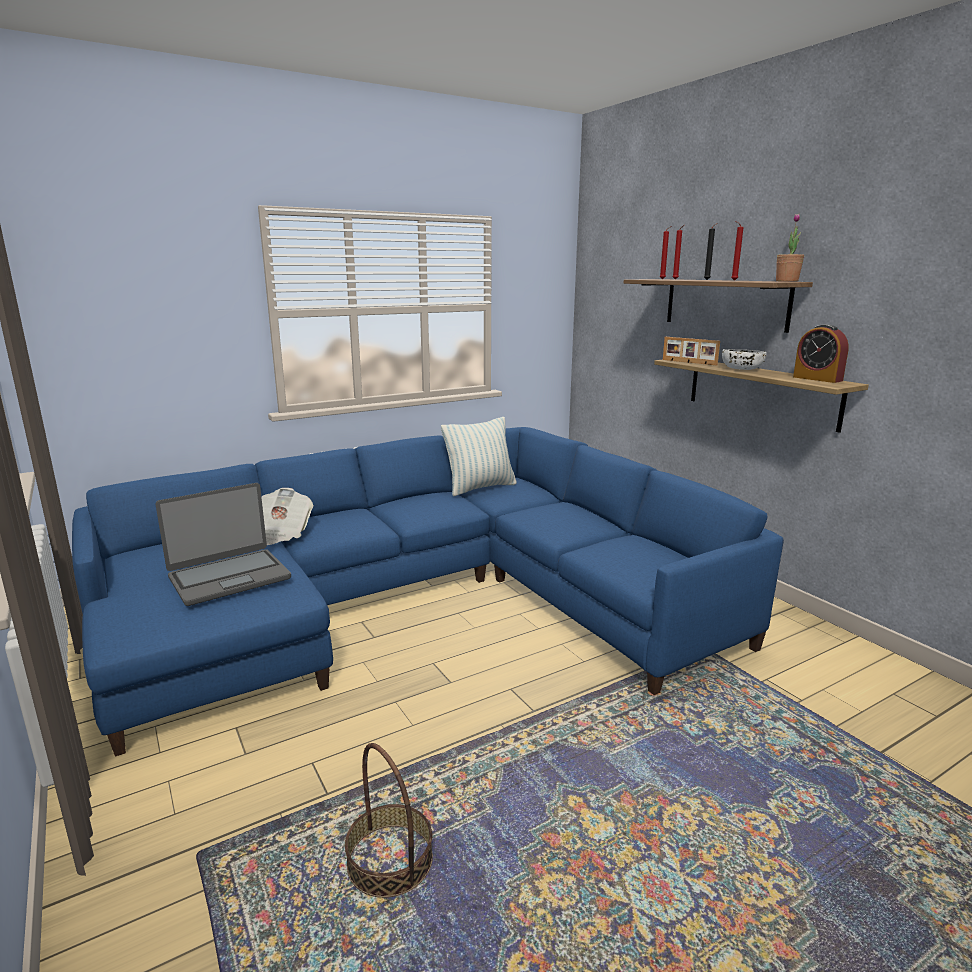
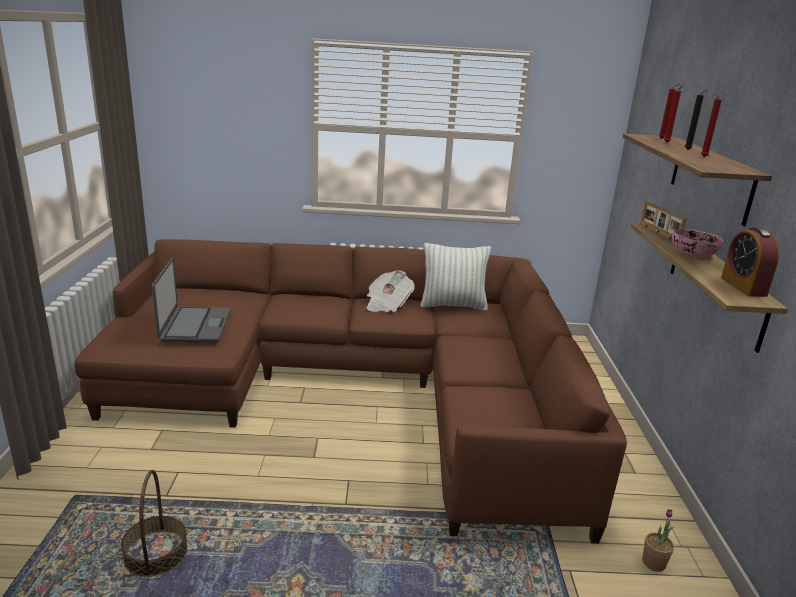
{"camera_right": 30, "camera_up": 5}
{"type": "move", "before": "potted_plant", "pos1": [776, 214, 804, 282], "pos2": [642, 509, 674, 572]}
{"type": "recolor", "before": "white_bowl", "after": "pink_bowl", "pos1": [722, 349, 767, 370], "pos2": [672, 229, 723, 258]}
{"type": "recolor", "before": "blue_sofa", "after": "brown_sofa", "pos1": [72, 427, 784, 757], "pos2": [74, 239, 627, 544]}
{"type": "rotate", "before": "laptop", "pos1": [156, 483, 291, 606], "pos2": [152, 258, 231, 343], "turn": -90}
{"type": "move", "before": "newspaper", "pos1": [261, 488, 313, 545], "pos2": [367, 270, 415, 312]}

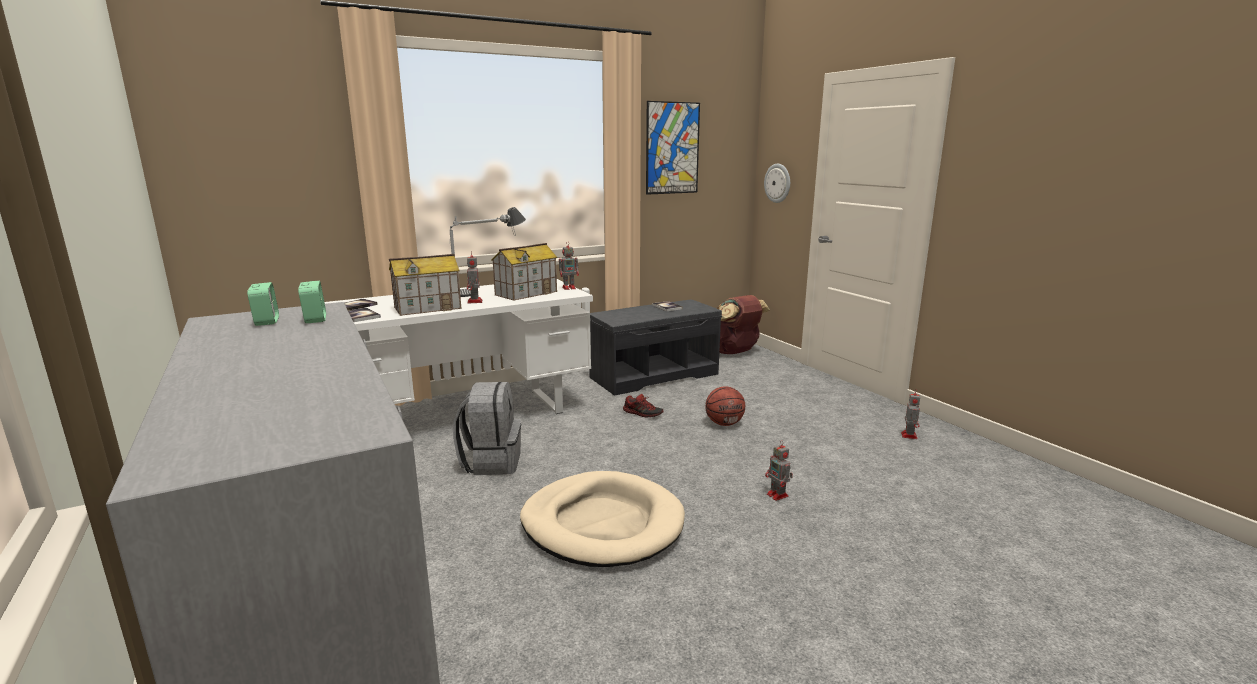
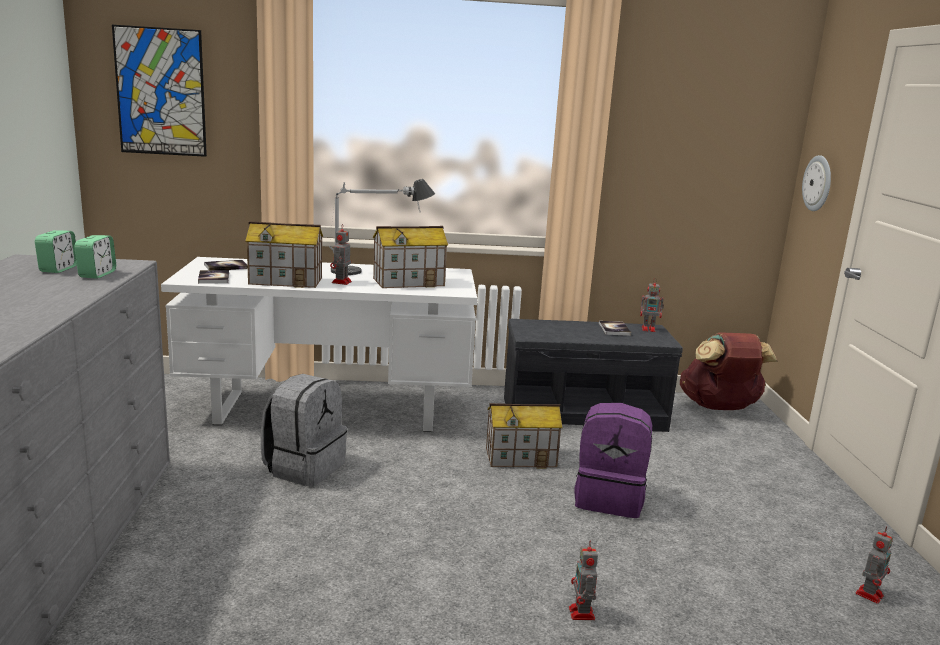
{"camera_right": 25, "camera_up": 0}
{"type": "move", "before": "picture", "pos1": [646, 101, 700, 195], "pos2": [112, 25, 207, 157]}
{"type": "move", "before": "toy_robot", "pos1": [559, 241, 579, 290], "pos2": [640, 278, 664, 332]}
{"type": "replace", "before": "basketball", "after": "purple_backpack", "pos1": [706, 386, 745, 426], "pos2": [575, 403, 652, 518]}
{"type": "replace", "before": "shoe", "after": "toy_house", "pos1": [623, 394, 664, 417], "pos2": [486, 403, 563, 468]}
{"type": "delete", "before": "beige_dog_bed", "pos1": [520, 471, 685, 567]}

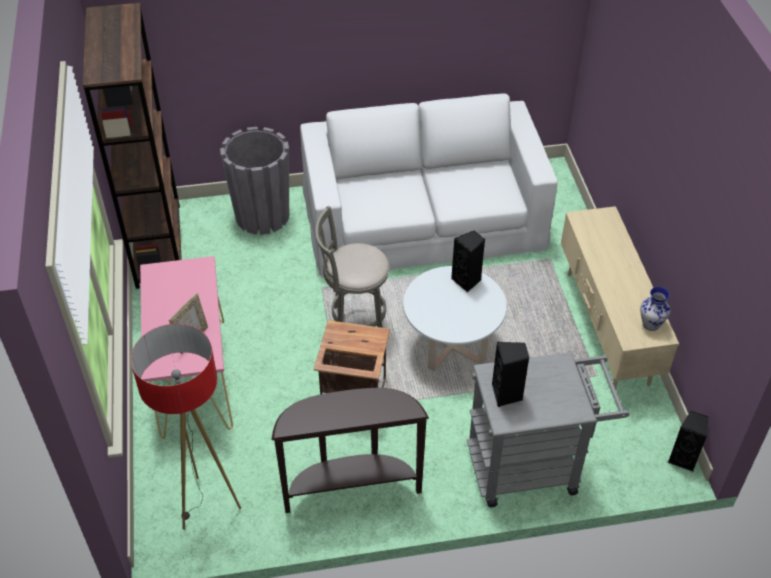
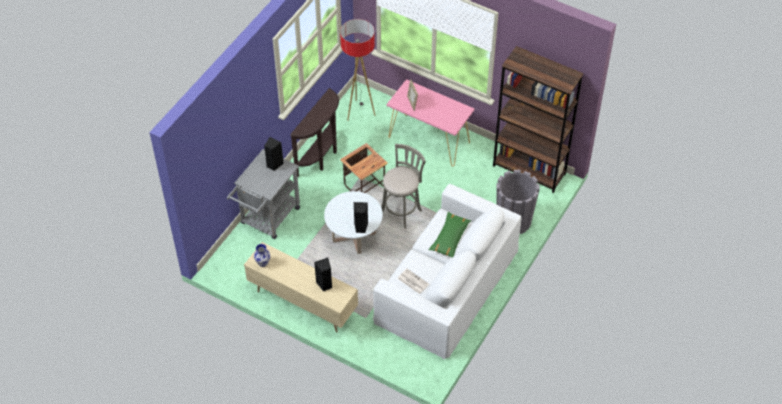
{"camera_right": 130, "camera_up": 5}
{"type": "move", "before": "black_speaker", "pos1": [668, 411, 708, 472], "pos2": [314, 258, 332, 292]}
{"type": "insert", "after": "green_pillow", "pos2": [429, 212, 471, 258]}
{"type": "insert", "after": "newspaper", "pos2": [398, 269, 429, 294]}

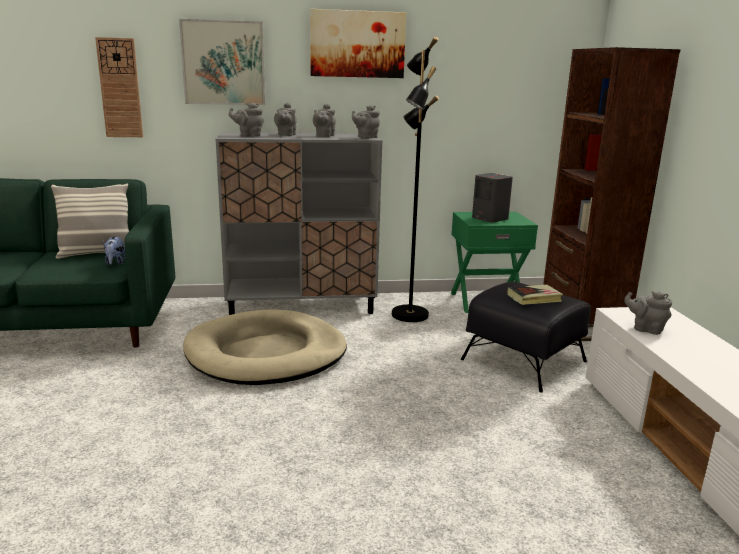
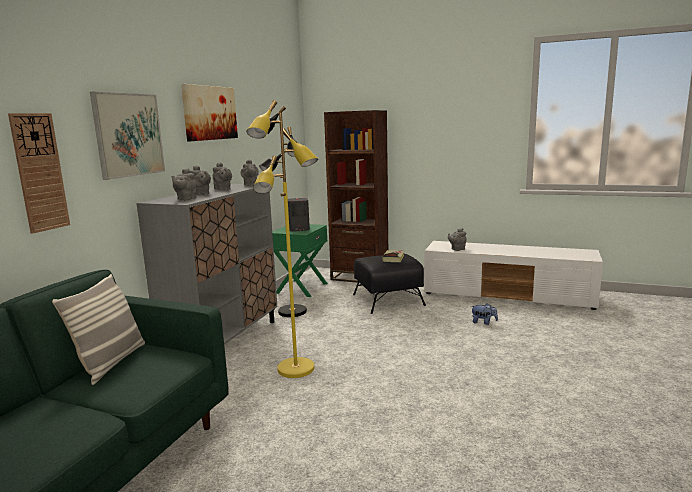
{"camera_right": -60, "camera_up": -5}
{"type": "move", "before": "plush_toy", "pos1": [104, 236, 126, 265], "pos2": [471, 303, 498, 325]}
{"type": "replace", "before": "beige_dog_bed", "after": "yellow_floor_lamp", "pos1": [183, 309, 347, 385], "pos2": [246, 100, 318, 378]}

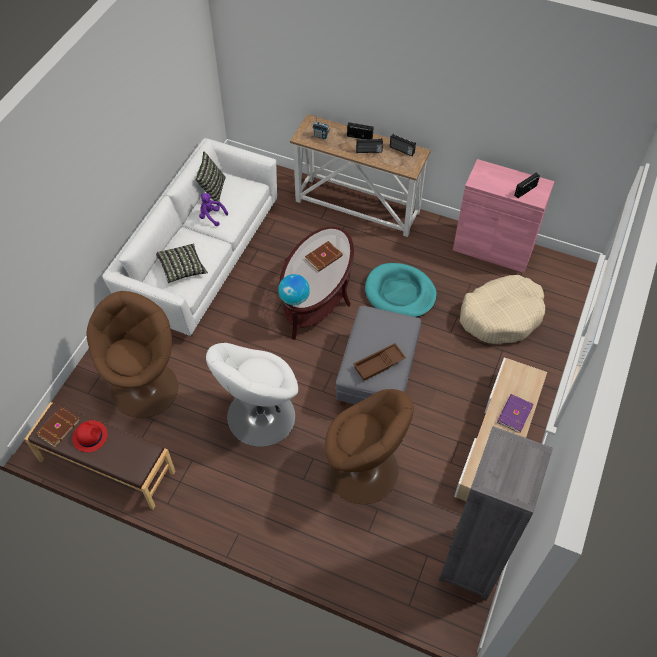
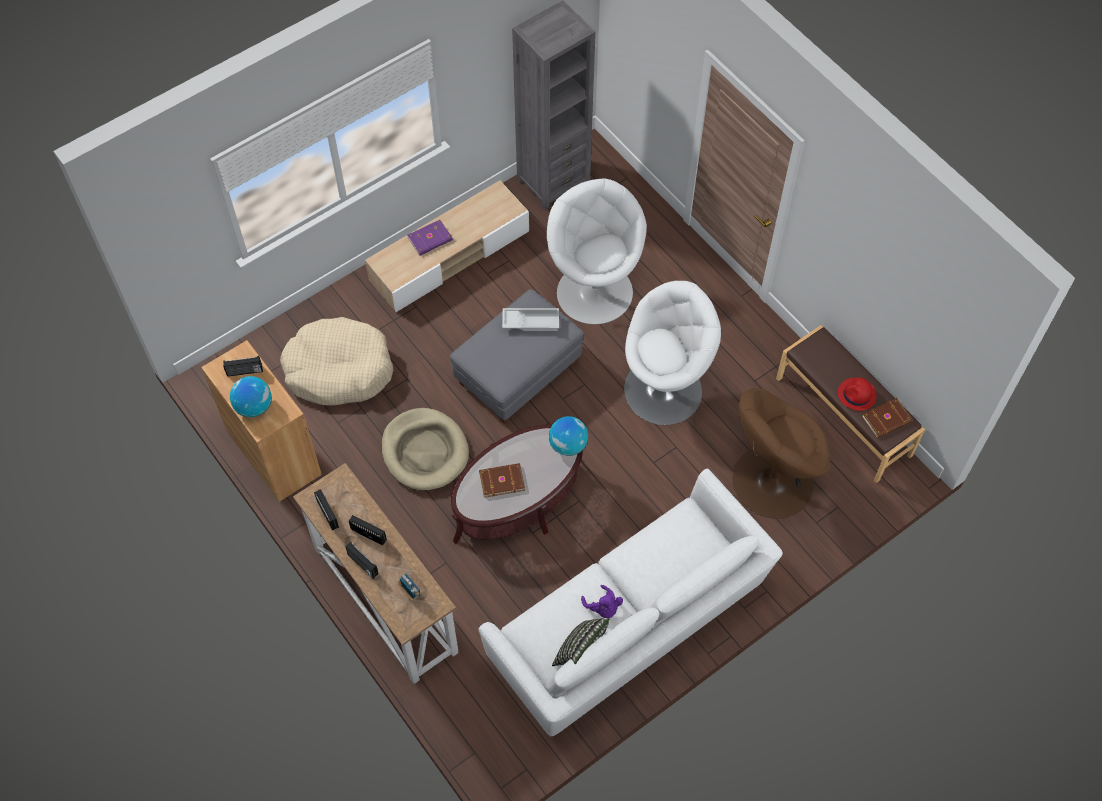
{"camera_right": -150, "camera_up": 5}
{"type": "recolor", "before": "pink_cabinet", "after": "brown_cabinet", "pos1": [453, 159, 555, 273], "pos2": [201, 340, 322, 502]}
{"type": "delete", "before": "pillow", "pos1": [156, 244, 208, 283]}
{"type": "recolor", "before": "turquoise_dog_bed", "after": "beige_dog_bed", "pos1": [365, 263, 437, 317], "pos2": [382, 408, 469, 491]}
{"type": "recolor", "before": "brown_tray", "after": "white_tray", "pos1": [353, 343, 406, 381], "pos2": [502, 308, 559, 331]}
{"type": "recolor", "before": "brown_armchair", "after": "white_armchair", "pos1": [325, 389, 414, 504], "pos2": [547, 178, 647, 324]}
{"type": "insert", "after": "globe", "pos2": [230, 376, 272, 417]}

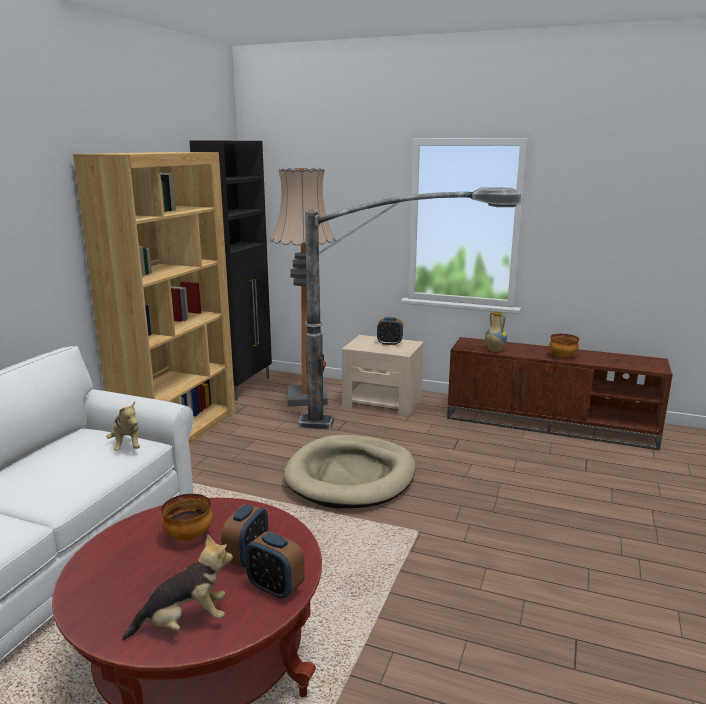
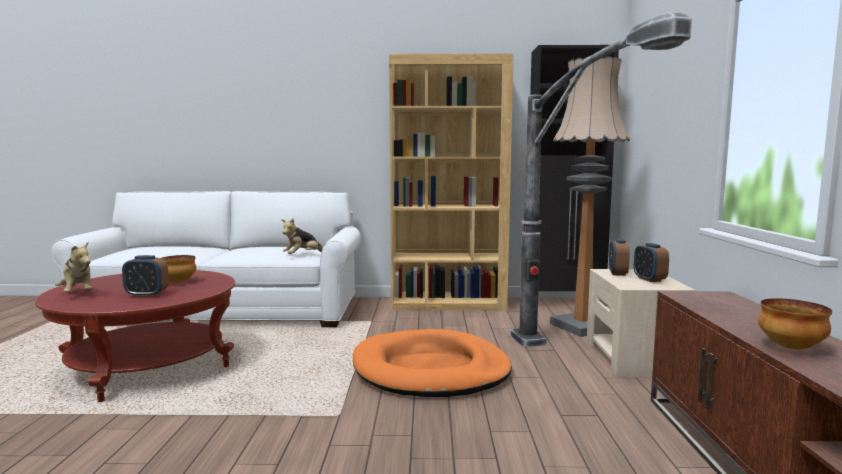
{"camera_right": 70, "camera_up": -10}
{"type": "delete", "before": "vase", "pos1": [485, 311, 507, 352]}
{"type": "recolor", "before": "beige_dog_bed", "after": "orange_dog_bed", "pos1": [284, 435, 416, 508], "pos2": [353, 329, 512, 397]}
{"type": "move", "before": "alarm_clock", "pos1": [245, 532, 305, 600], "pos2": [609, 239, 630, 276]}

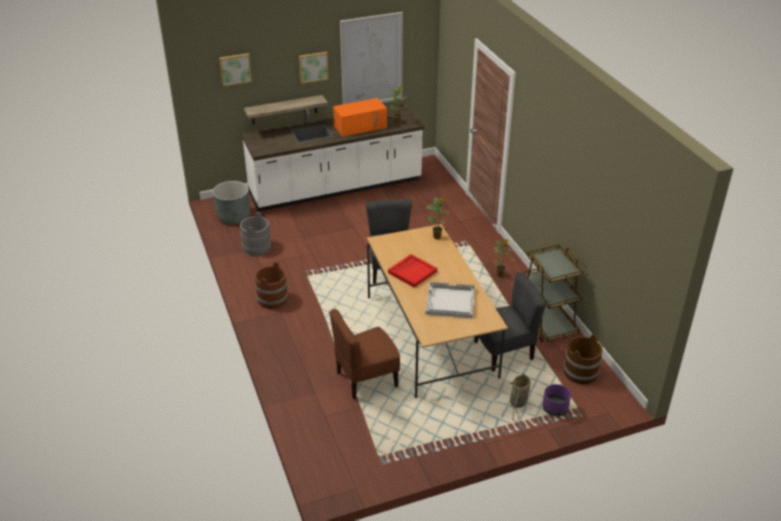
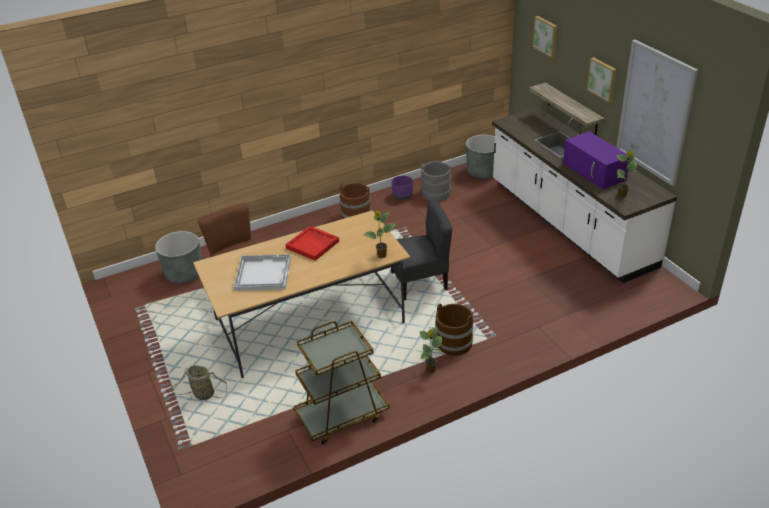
{"camera_right": 85, "camera_up": 0}
{"type": "recolor", "before": "orange_microwave", "after": "purple_microwave", "pos1": [333, 98, 387, 137], "pos2": [563, 132, 630, 189]}
{"type": "delete", "before": "grey_chair", "pos1": [474, 272, 546, 372]}
{"type": "move", "before": "brown_bucket", "pos1": [564, 334, 603, 384], "pos2": [435, 303, 474, 356]}
{"type": "move", "before": "purple_planter", "pos1": [543, 384, 571, 416], "pos2": [392, 176, 413, 200]}
{"type": "insert", "after": "grey_planter", "pos2": [155, 231, 202, 284]}

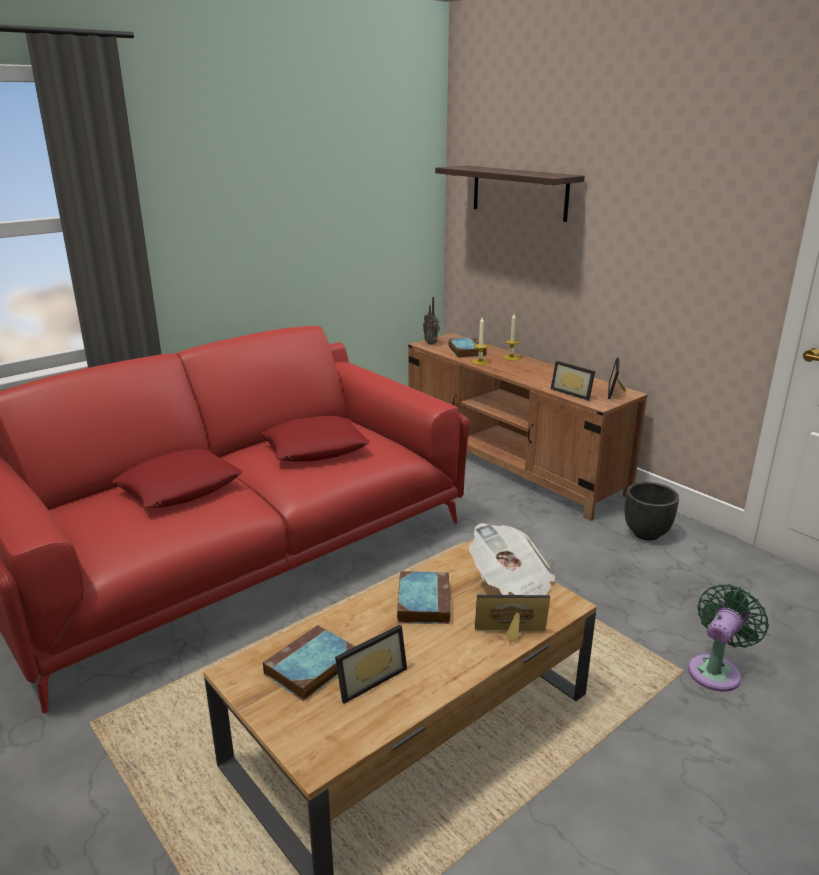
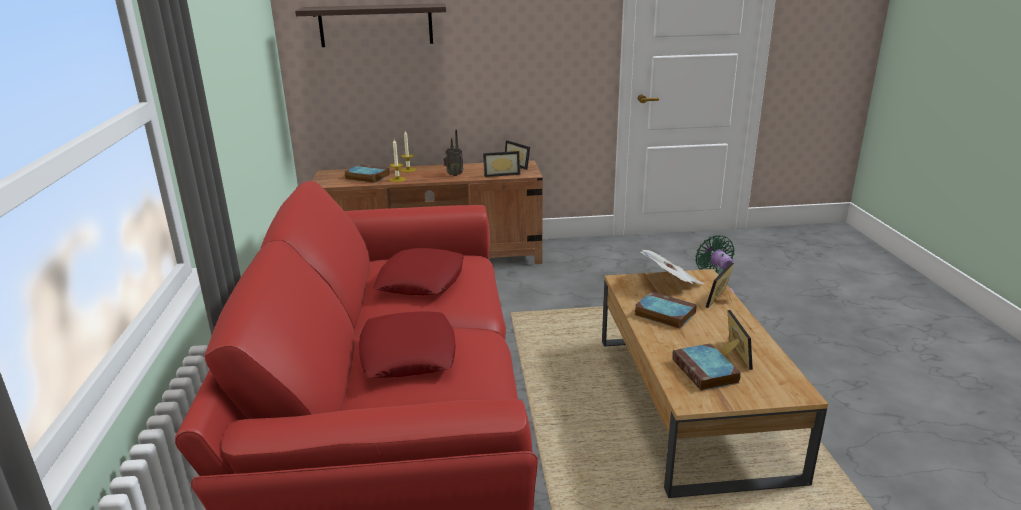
{"camera_right": -55, "camera_up": 0}
{"type": "move", "before": "radio", "pos1": [423, 297, 440, 345], "pos2": [443, 130, 463, 176]}
{"type": "delete", "before": "black_planter", "pos1": [625, 482, 679, 540]}

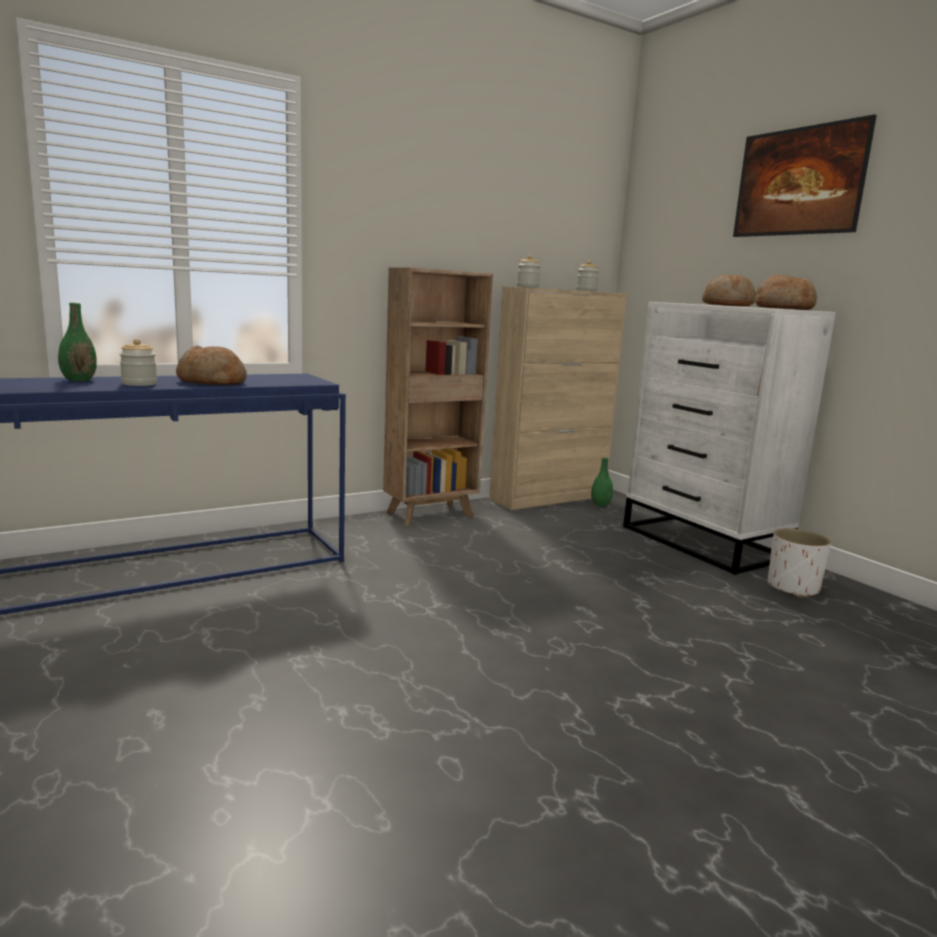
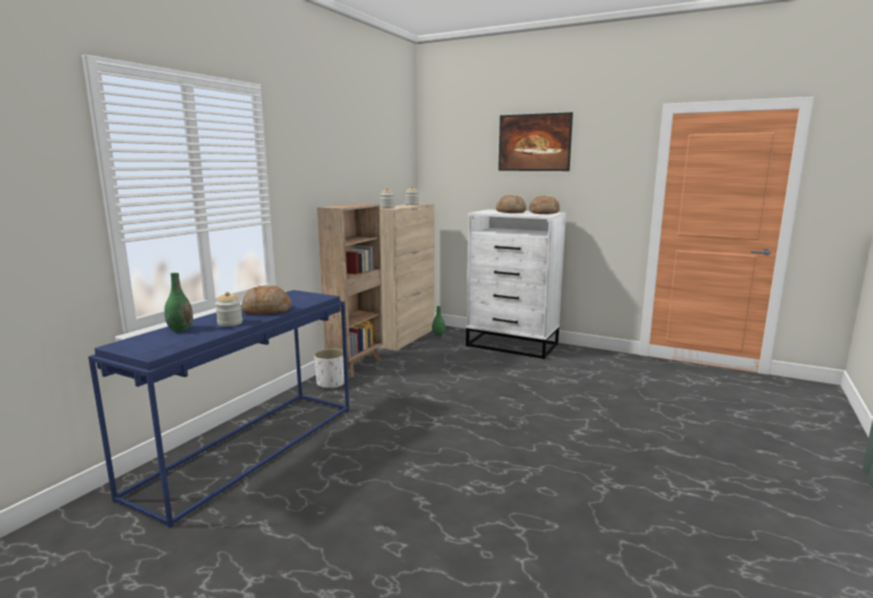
{"camera_right": -30, "camera_up": 0}
{"type": "move", "before": "white_planter", "pos1": [768, 528, 831, 598], "pos2": [314, 349, 345, 389]}

